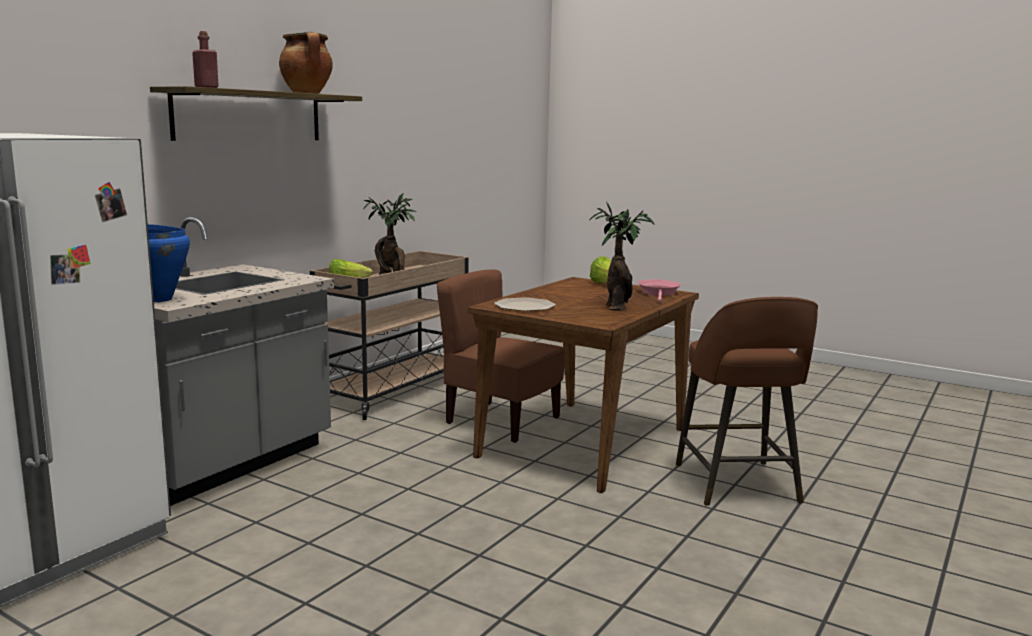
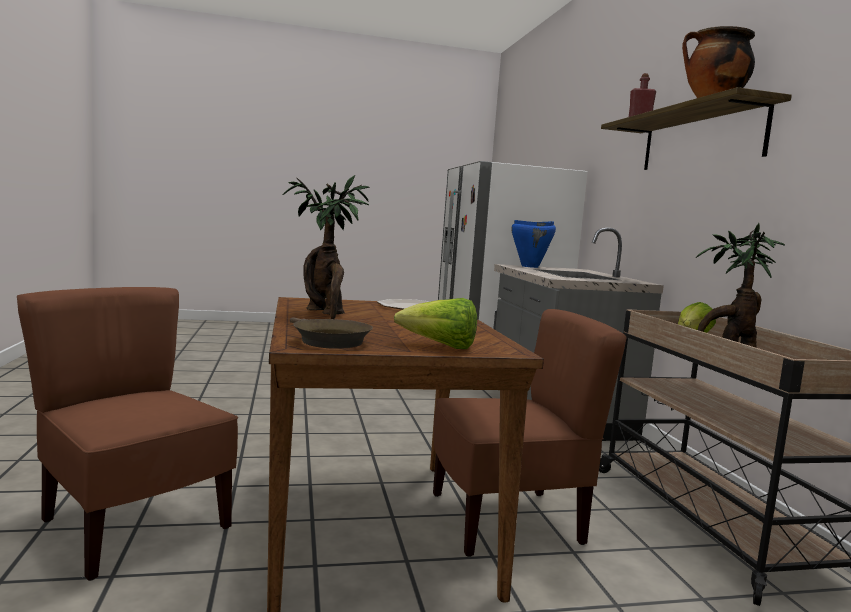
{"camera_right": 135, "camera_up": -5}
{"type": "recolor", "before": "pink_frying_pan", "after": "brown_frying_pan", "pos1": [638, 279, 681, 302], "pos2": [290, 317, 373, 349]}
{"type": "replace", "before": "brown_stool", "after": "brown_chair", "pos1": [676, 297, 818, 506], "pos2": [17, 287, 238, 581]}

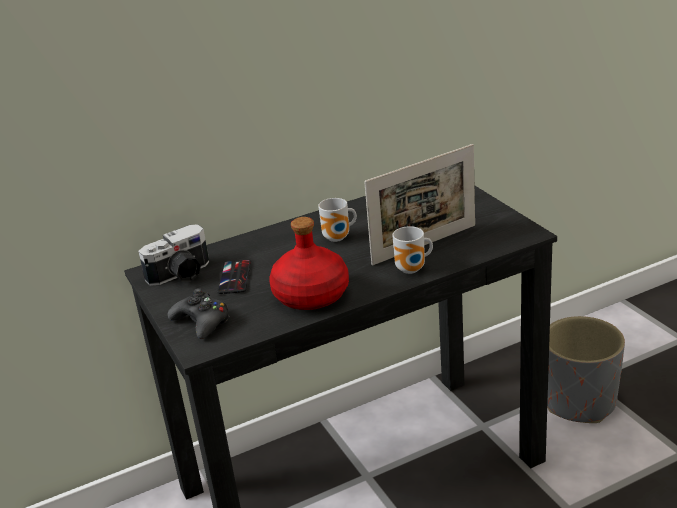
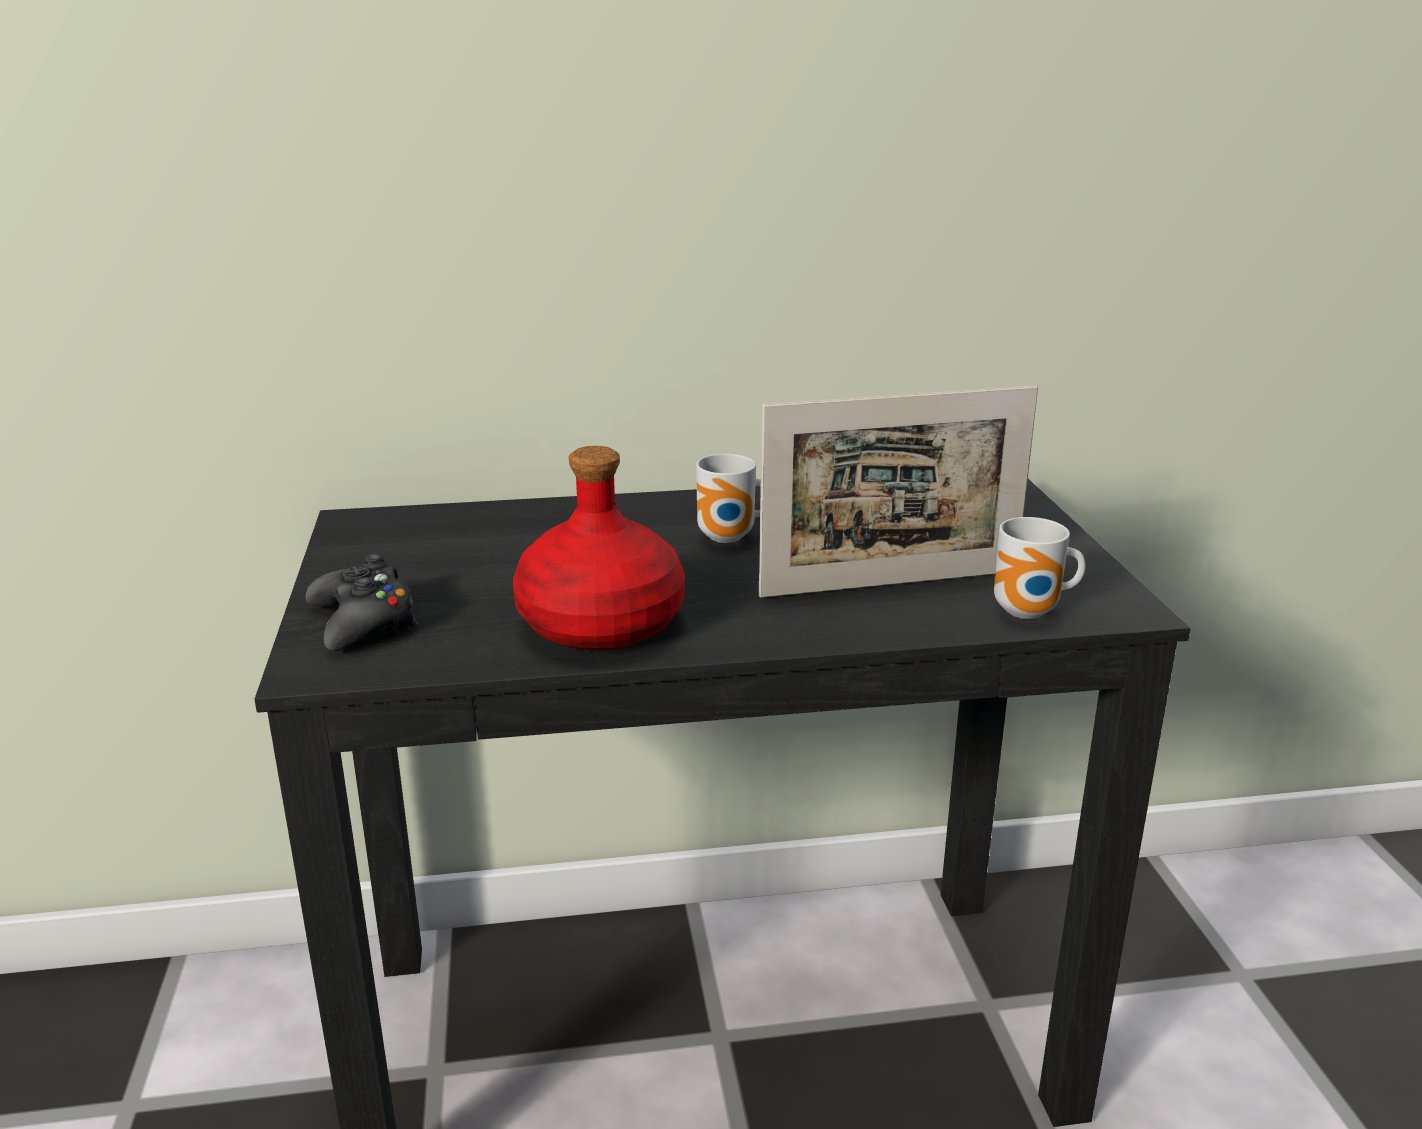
{"camera_right": 15, "camera_up": -5}
{"type": "delete", "before": "photo_camera", "pos1": [138, 224, 209, 286]}
{"type": "move", "before": "mug", "pos1": [392, 226, 433, 274], "pos2": [994, 517, 1085, 619]}
{"type": "delete", "before": "phone", "pos1": [217, 260, 251, 294]}
{"type": "delete", "before": "grey_planter", "pos1": [547, 316, 625, 423]}

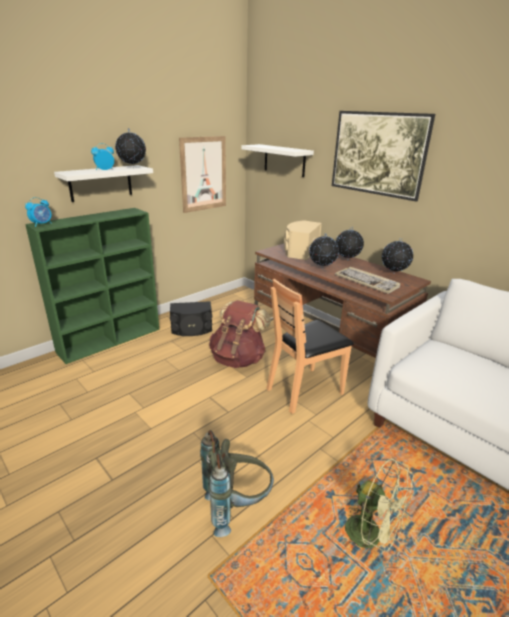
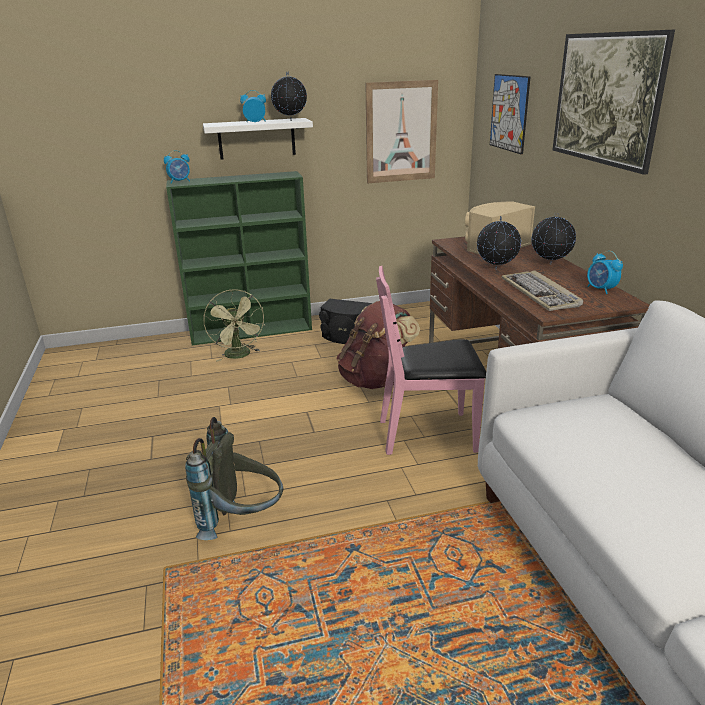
{"camera_right": 30, "camera_up": 0}
{"type": "replace", "before": "white_shelf", "after": "picture", "pos1": [241, 144, 314, 177], "pos2": [490, 74, 531, 155]}
{"type": "replace", "before": "globe", "after": "alarm_clock", "pos1": [382, 238, 413, 273], "pos2": [587, 251, 623, 294]}
{"type": "recolor", "before": "brown_chair", "after": "pink_chair", "pos1": [266, 279, 354, 414], "pos2": [376, 266, 486, 455]}
{"type": "move", "before": "green_fan", "pos1": [345, 458, 414, 552], "pos2": [204, 289, 265, 362]}

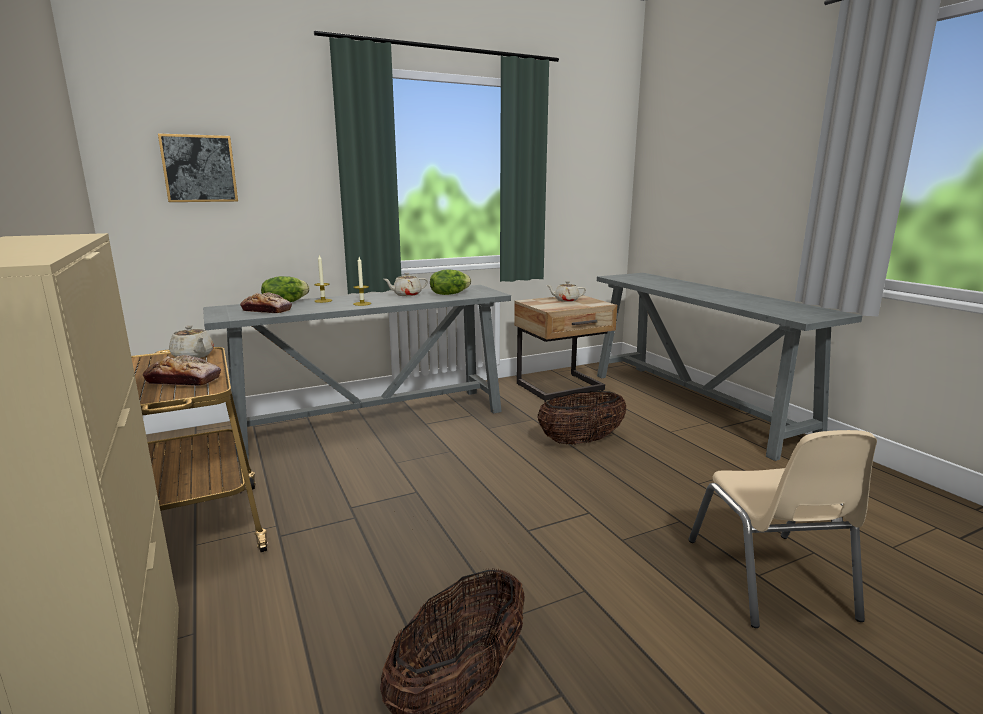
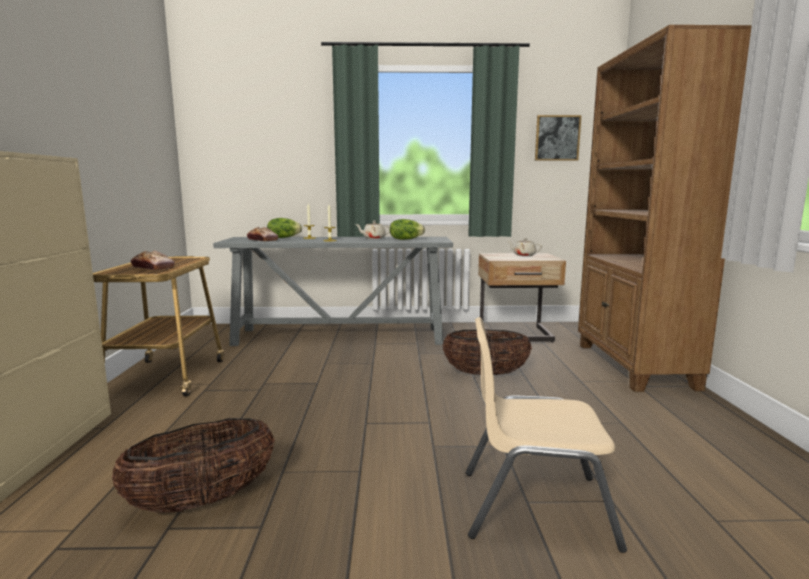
{"camera_right": 25, "camera_up": -5}
{"type": "move", "before": "picture", "pos1": [158, 133, 238, 202], "pos2": [535, 115, 581, 161]}
{"type": "replace", "before": "grey_console_table", "after": "brown_bookcase", "pos1": [597, 273, 863, 461], "pos2": [578, 25, 752, 392]}
{"type": "delete", "before": "beige_teapot", "pos1": [169, 325, 214, 358]}
{"type": "rotate", "before": "beige_chair", "pos1": [688, 430, 877, 628], "pos2": [466, 317, 627, 553], "turn": 75}

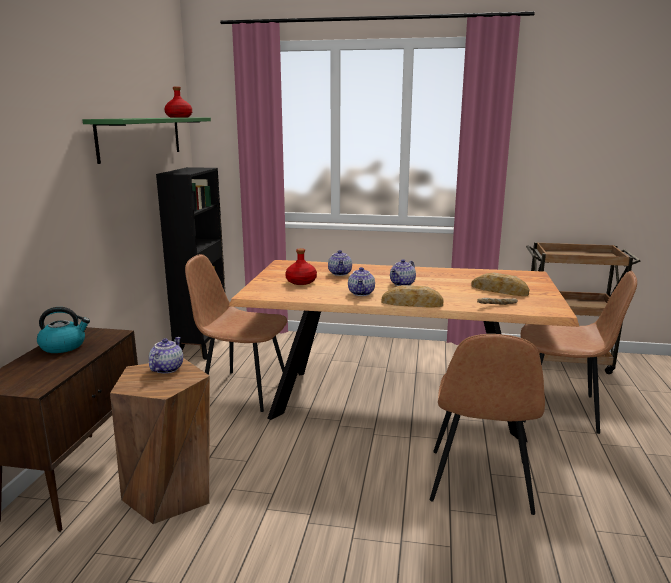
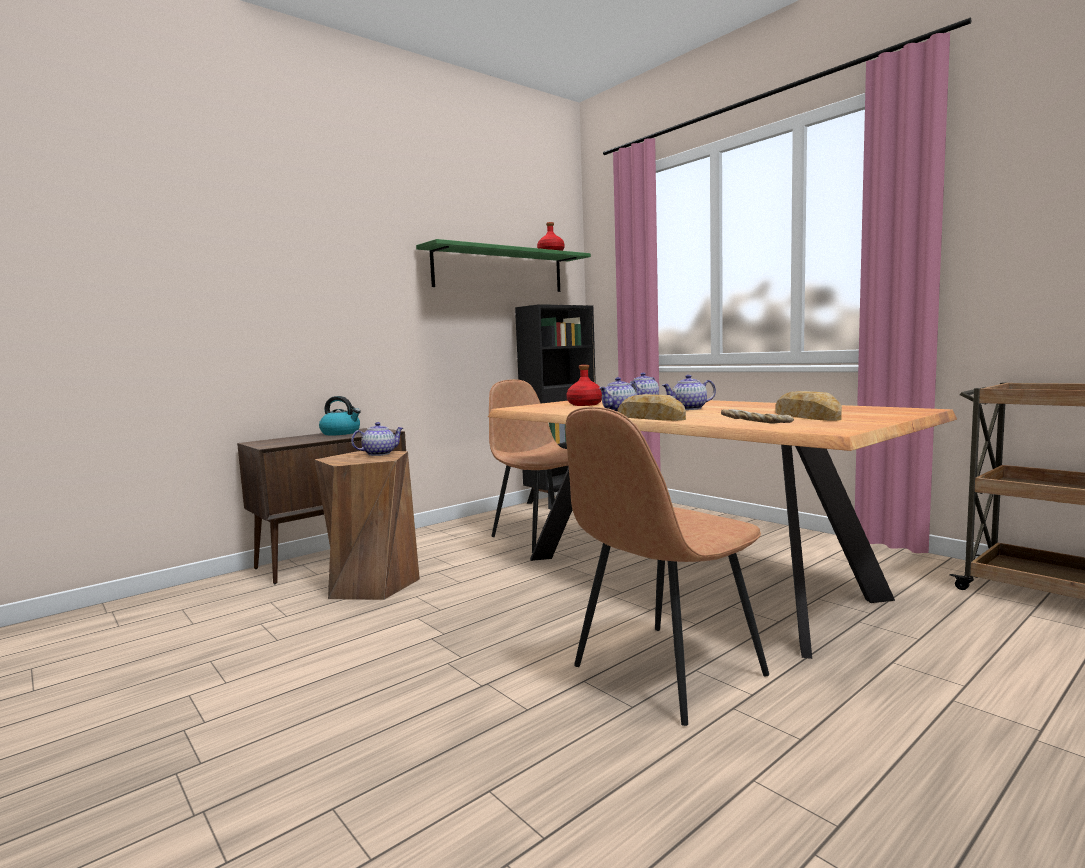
{"camera_right": 40, "camera_up": -10}
{"type": "delete", "before": "brown_chair", "pos1": [521, 271, 637, 434]}

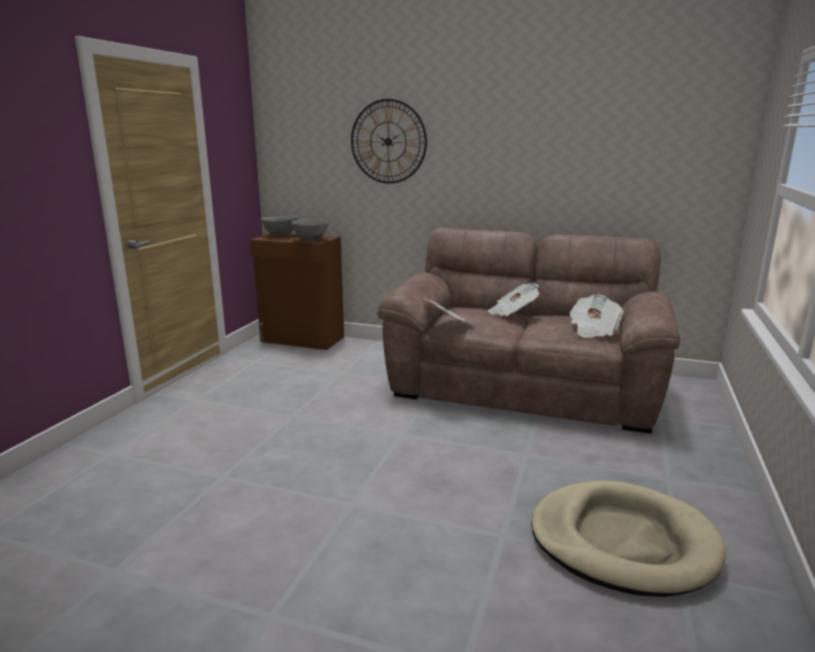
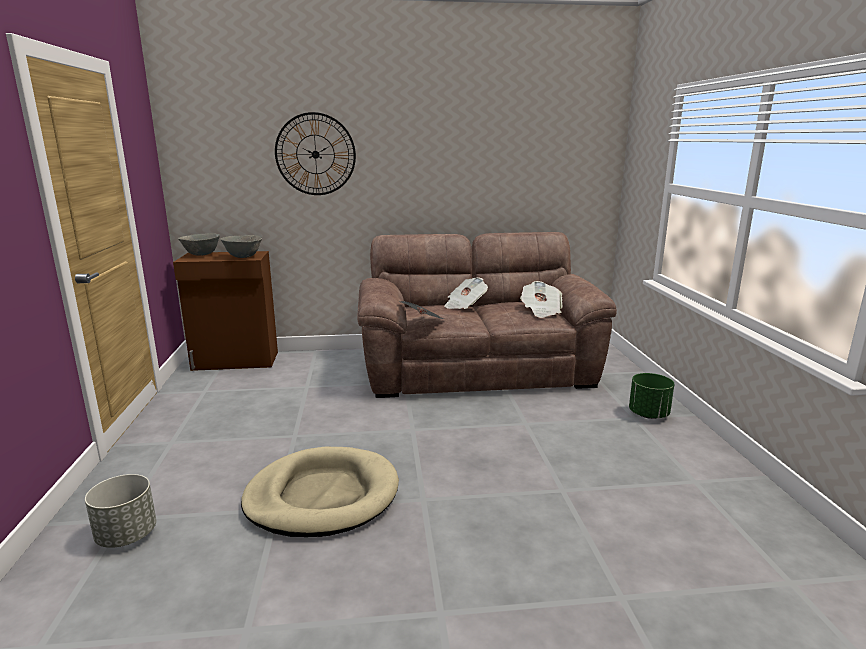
{"camera_right": -25, "camera_up": 0}
{"type": "move", "before": "beige_dog_bed", "pos1": [531, 480, 726, 597], "pos2": [241, 447, 399, 537]}
{"type": "insert", "after": "green_planter", "pos2": [629, 373, 674, 419]}
{"type": "insert", "after": "grey_planter", "pos2": [85, 474, 156, 548]}

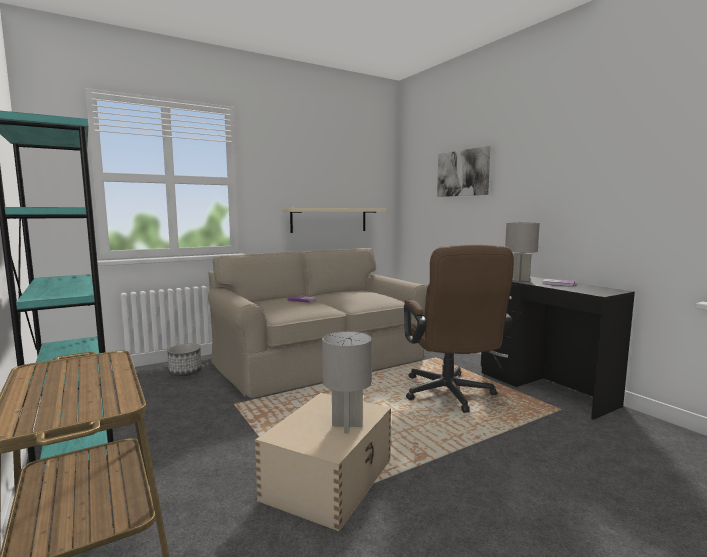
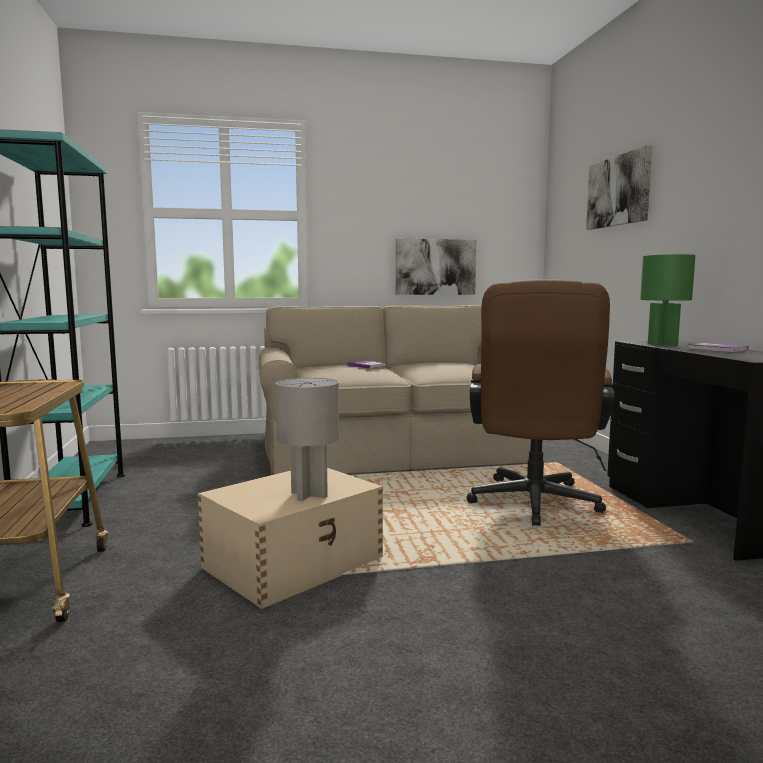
{"camera_right": 20, "camera_up": 0}
{"type": "replace", "before": "beige_shelf", "after": "picture", "pos1": [281, 208, 386, 233], "pos2": [396, 239, 476, 295]}
{"type": "recolor", "before": "grey_table_lamp", "after": "green_table_lamp", "pos1": [505, 222, 540, 282], "pos2": [640, 254, 695, 346]}
{"type": "delete", "before": "planter", "pos1": [167, 344, 202, 376]}

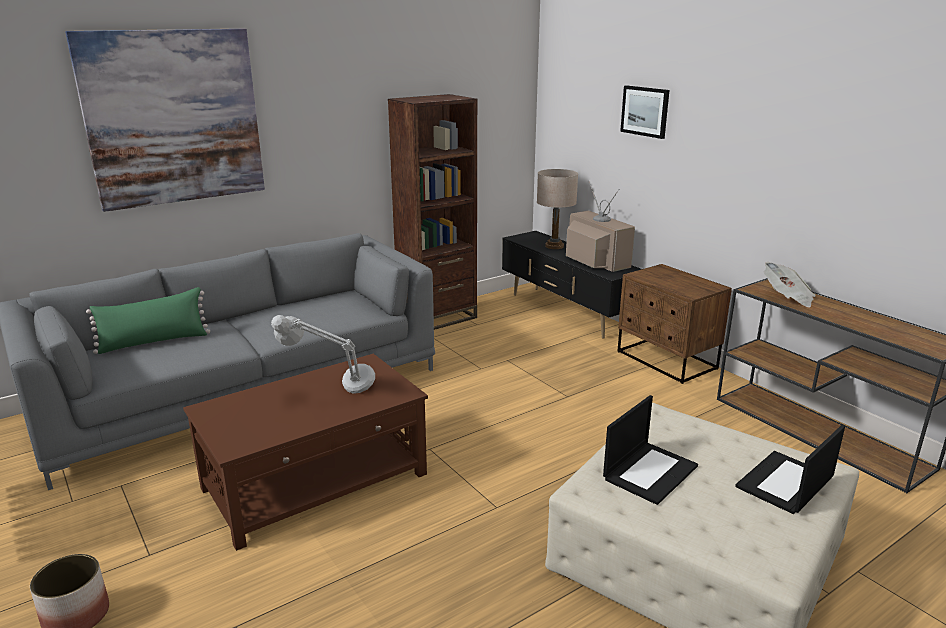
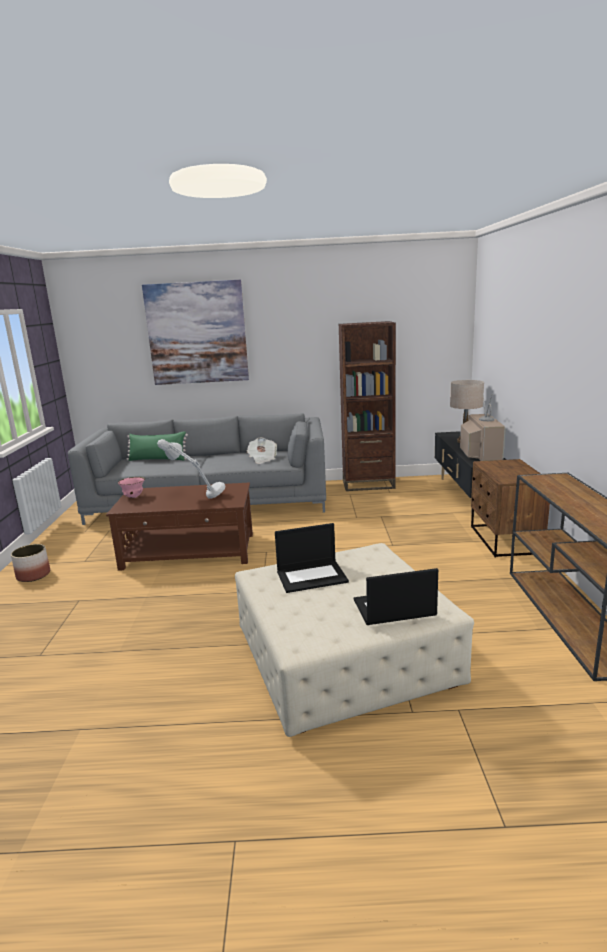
{"camera_right": 35, "camera_up": -5}
{"type": "delete", "before": "picture", "pos1": [620, 85, 669, 139]}
{"type": "move", "before": "newspaper", "pos1": [764, 262, 815, 308], "pos2": [247, 437, 277, 464]}
{"type": "insert", "after": "pink_bowl", "pos2": [118, 477, 145, 498]}

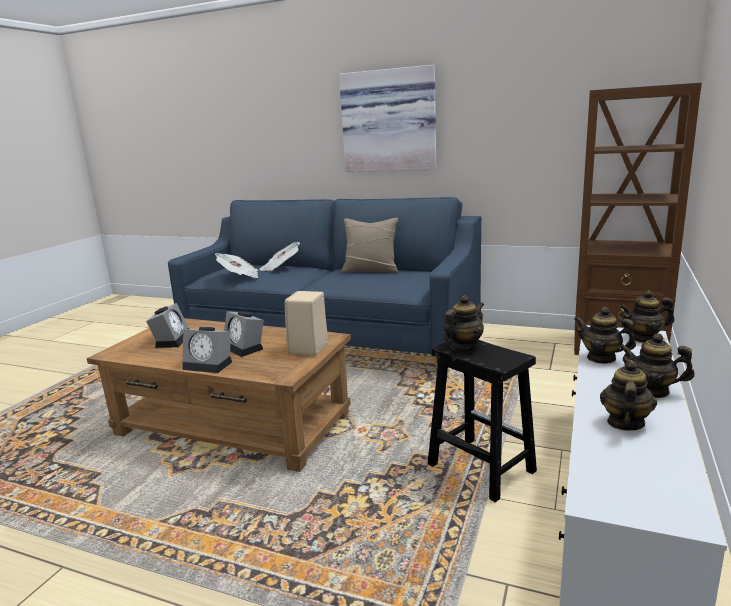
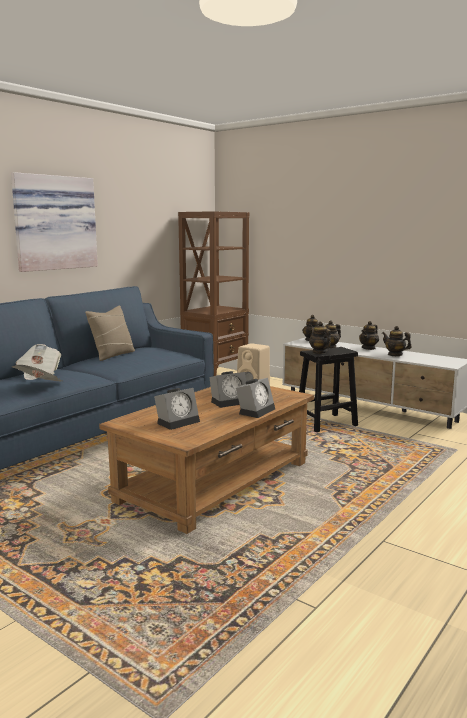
{"camera_right": -75, "camera_up": -5}
{"type": "rotate", "before": "alarm_clock", "pos1": [146, 303, 189, 348], "pos2": [154, 388, 200, 430], "turn": 120}

